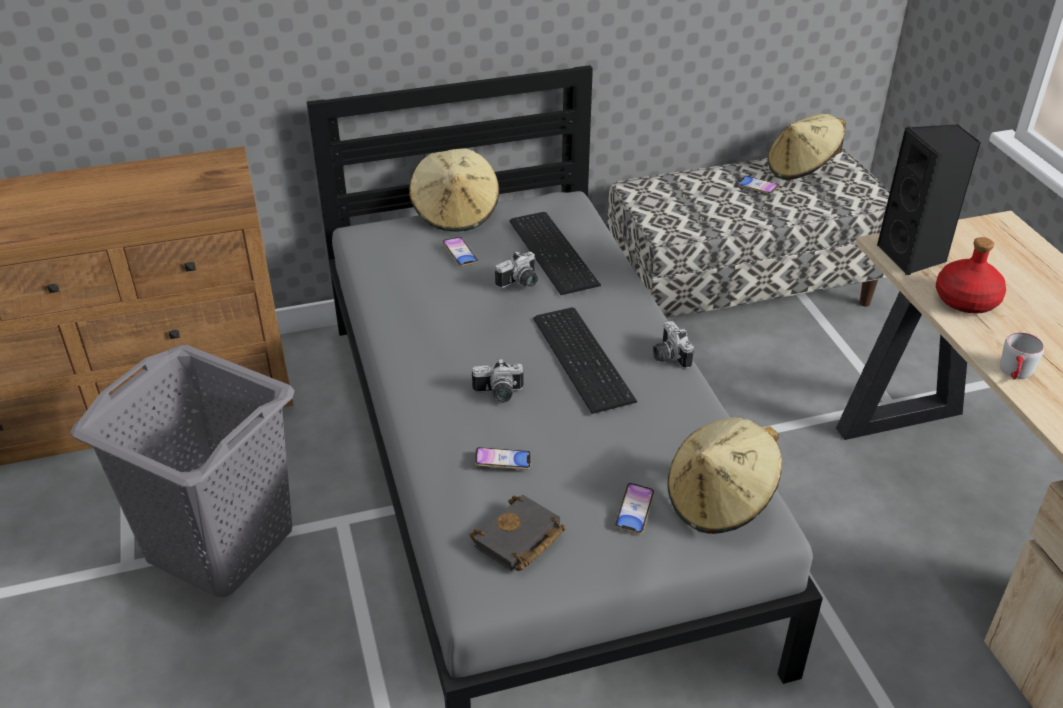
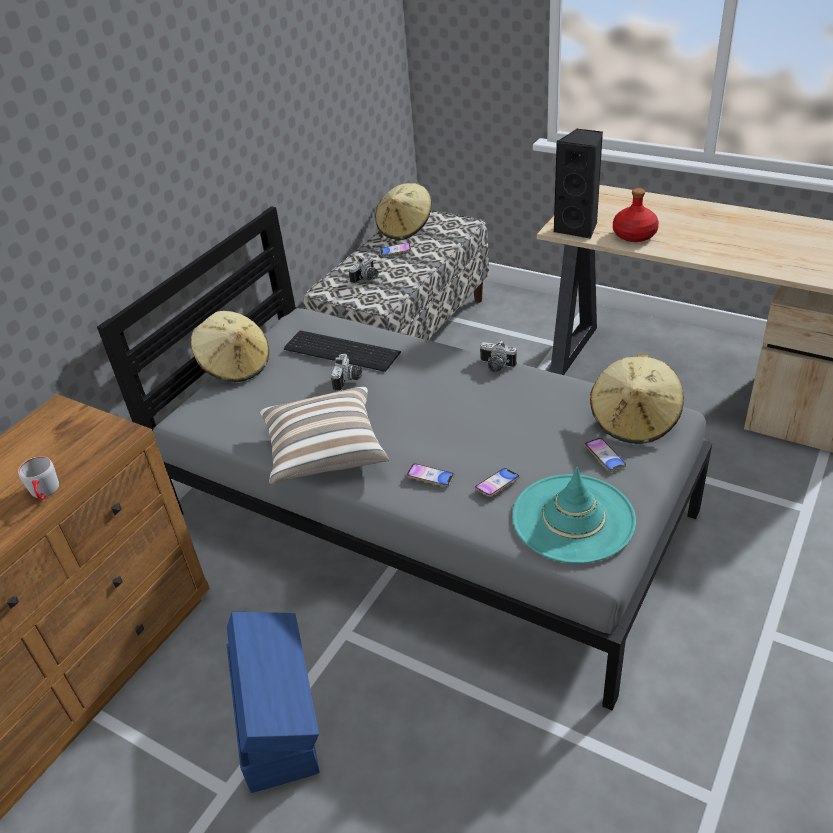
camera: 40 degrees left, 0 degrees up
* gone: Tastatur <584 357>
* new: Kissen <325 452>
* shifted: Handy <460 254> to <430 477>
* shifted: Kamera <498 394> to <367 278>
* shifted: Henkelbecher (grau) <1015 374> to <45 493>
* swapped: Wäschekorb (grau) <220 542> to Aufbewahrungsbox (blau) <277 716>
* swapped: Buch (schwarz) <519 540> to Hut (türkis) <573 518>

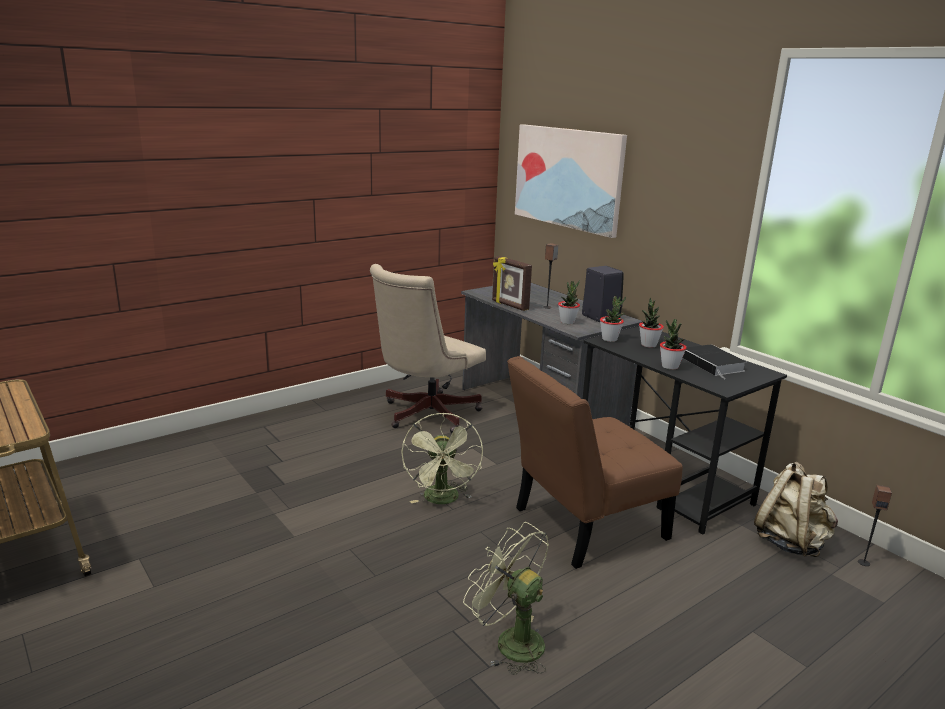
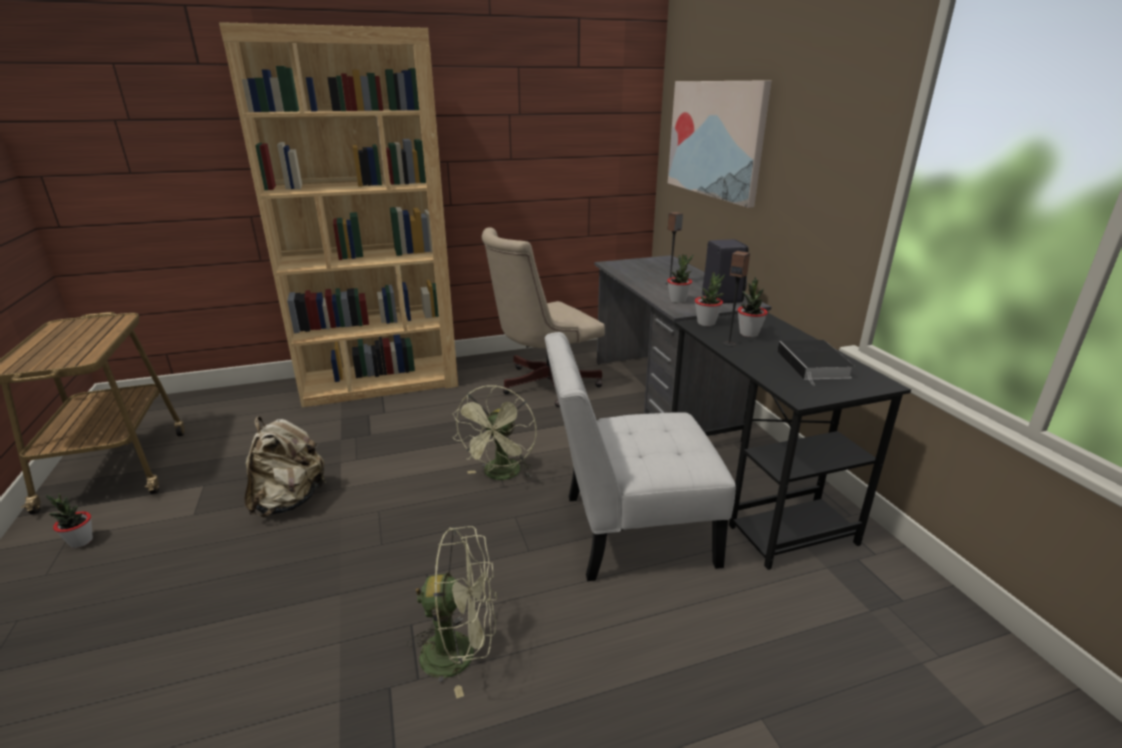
camera: 20 degrees right, 5 degrees up
* gone: Bilderrahmen <509 305>
* new: Bücherregal (braun) <381 383>
* shifted: Topfpflanze <670 366> to <81 541>
* shifted: Rucksack (beige) <790 542> to <289 501>
* shifted: Lautsprecher <863 562> to <729 344>
* repainted: Stuhl (braun) <582 526> to Stuhl (weiß) <628 531>
* rotated: Ventilator (grün) <510 641> = <460 653> 120 degrees clockwise

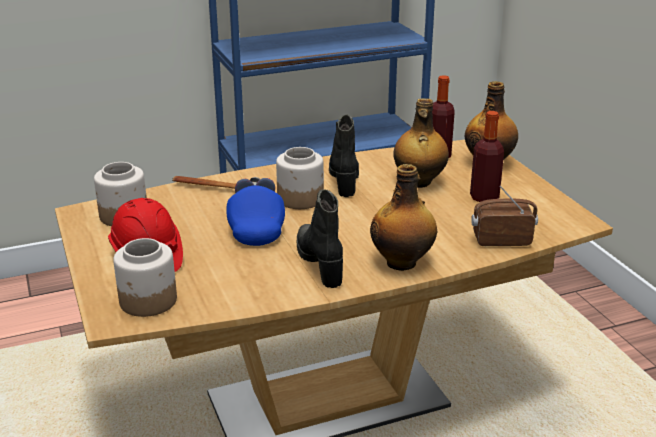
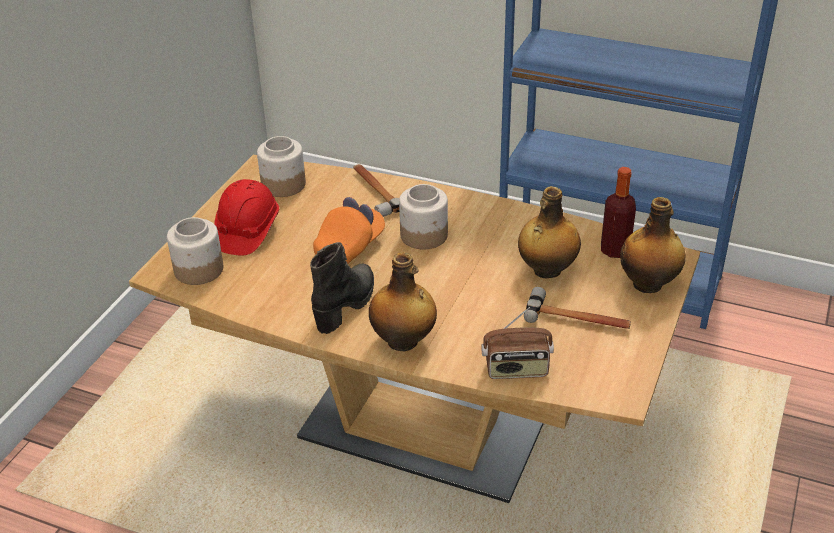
camera: 45 degrees right, 10 degrees up
* gone: Stiefel (schwarz) <344 179>
* swapped: Flasche <484 197> to Hammer <577 319>
* repainted: Kappe (blau) <256 228> to Kappe (orange) <350 247>
* rotated: Radio <501 240> = <516 370> 135 degrees clockwise

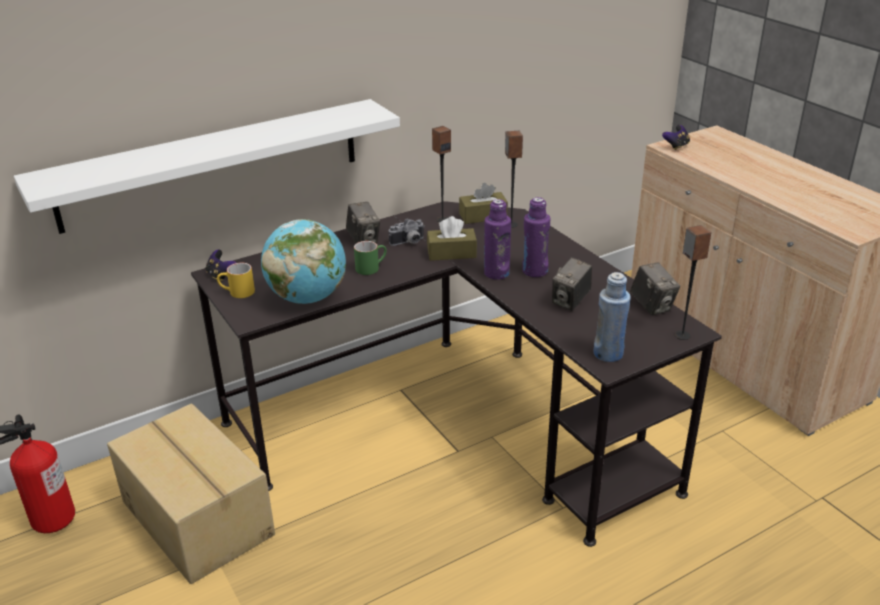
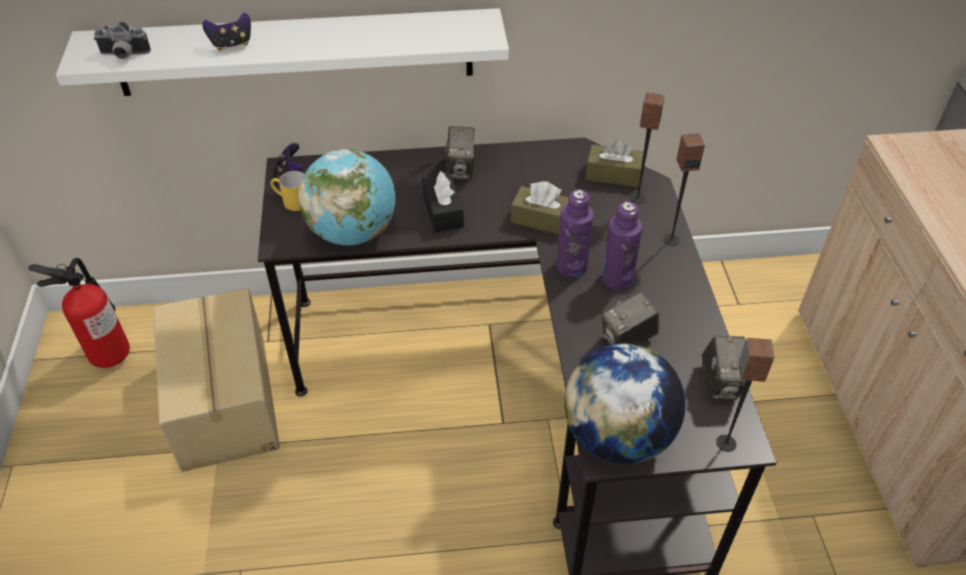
camera: 25 degrees right, 15 degrees up
* shifted: Kamera <408 243> to <123 55>
* shifted: Lautsprecher <442 219> to <671 239>
* shifted: Gamepad <676 146> to <232 44>
* swapped: Henkelbecher (grün) <371 267> to Taschentuchbox (schwarz) <443 211>
* swapped: Flasche (blau) <608 354> to Globus <617 436>

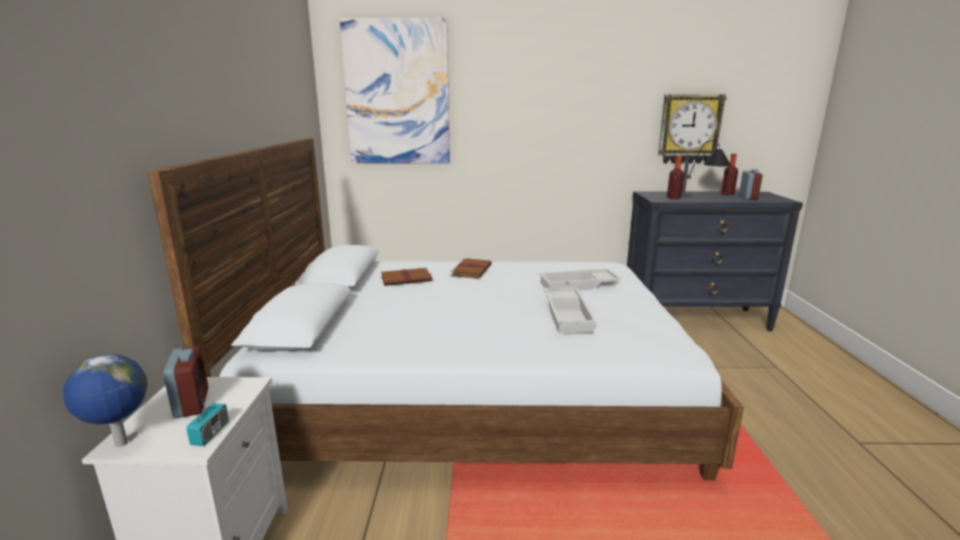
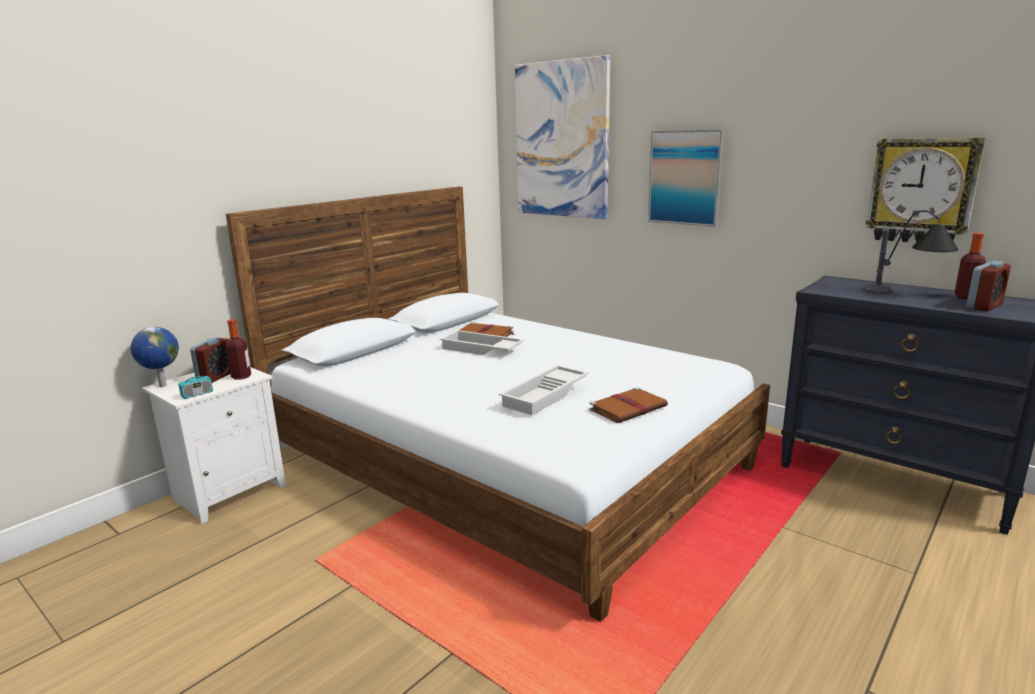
camera: 40 degrees right, 0 degrees up
* new: Bild <685 177>
* shifted: Buch (braun) <471 270> to <629 408>
* shifted: Tablett (weiß) <578 285> to <480 349>
* shifted: Flasche <673 198> to <241 376>

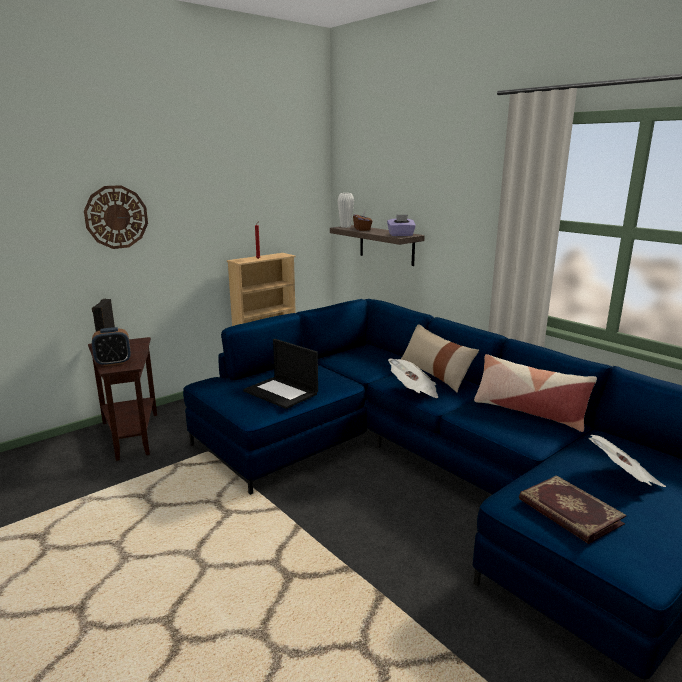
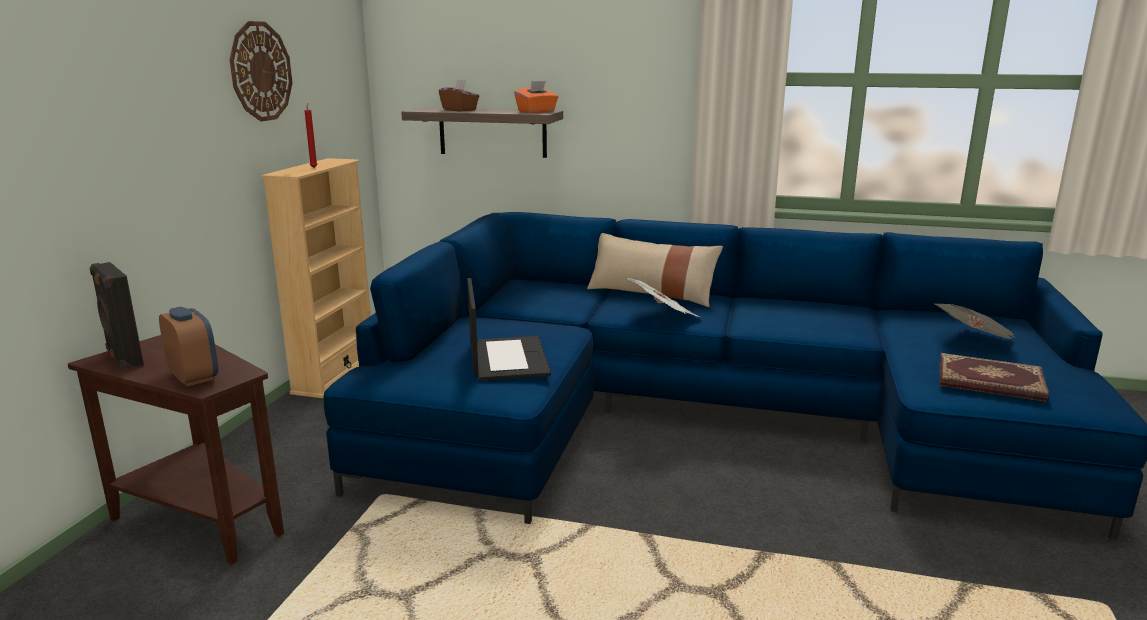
camera: 35 degrees left, 0 degrees up
* gone: Vase (weiß) <345 227>
* gone: Kissen <528 411>
* shifted: Wanduhr <116 217> to <260 71>
* repainted: Taschentuchbox (lila) <401 235> to Taschentuchbox (orange) <537 112>
* rotated: Wecker <113 363> = <194 377> 75 degrees counterclockwise
* rotated: Laptop <282 392> = <507 358> 105 degrees counterclockwise

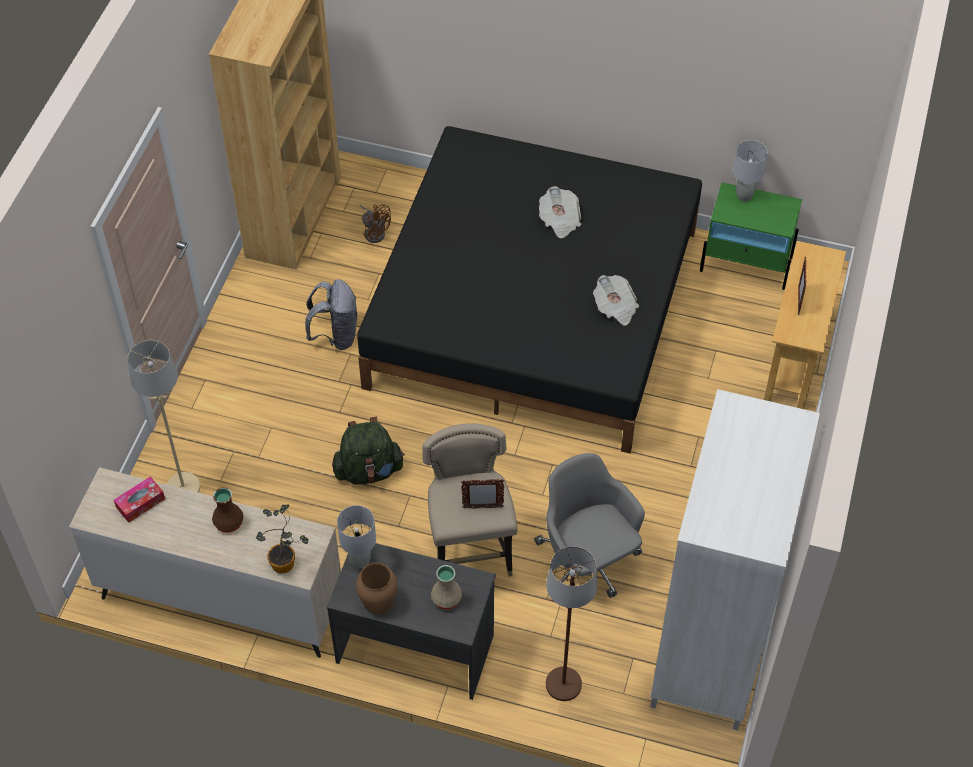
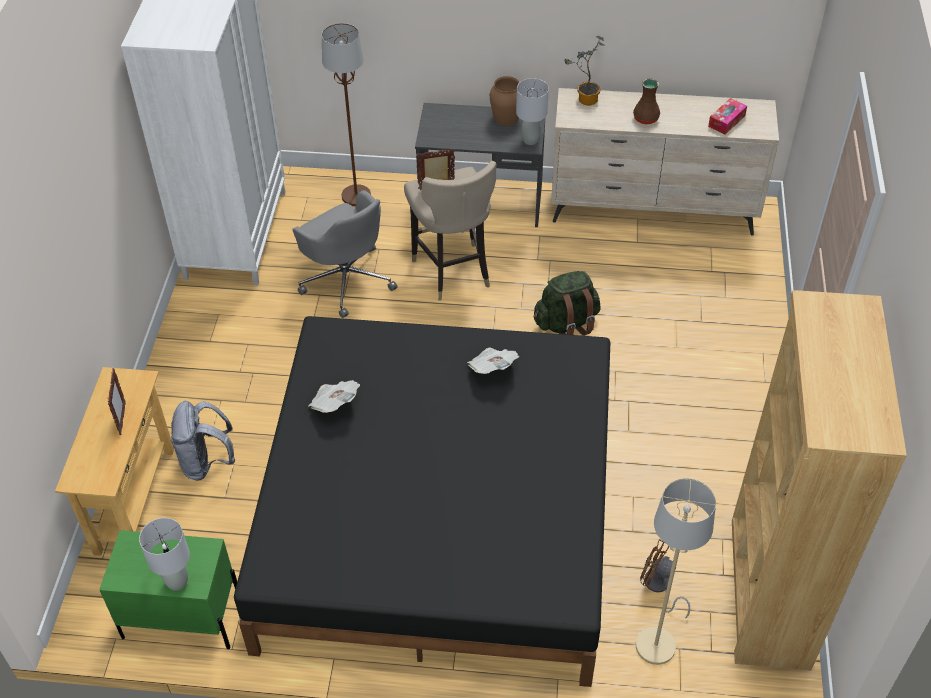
camera: 170 degrees right, 5 degrees down
* gone: Vase (beige) <446 599>
* shifted: Stehlampe (beige) <183 487> to <655 647>
* shifted: Rucksack (grau) <336 335> to <206 463>
* shifted: Zeitung <559 220> to <492 368>

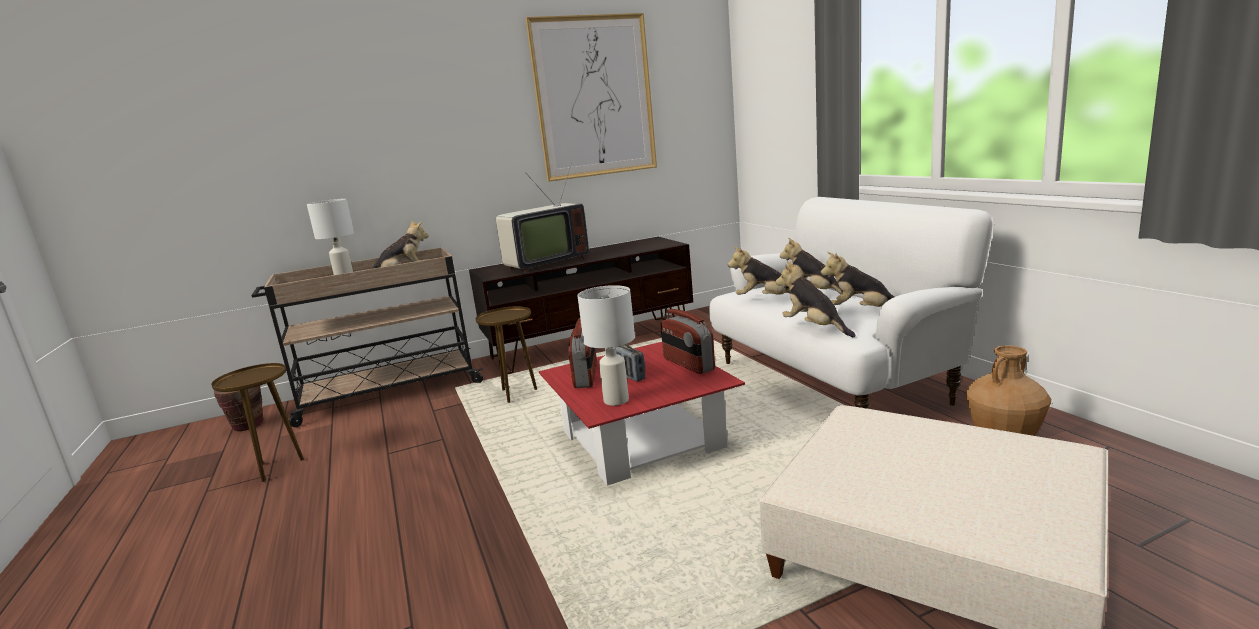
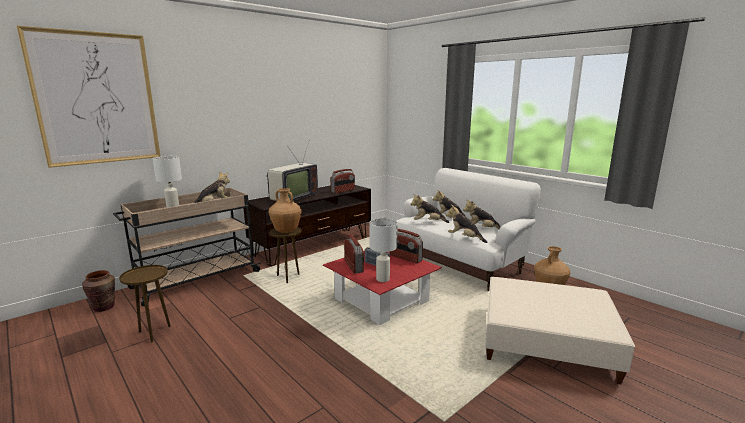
camera: 20 degrees left, 0 degrees up
* new: Vase (braun) <286 231>
* new: Radio <343 191>
* shifted: Bild <594 97> to <96 99>

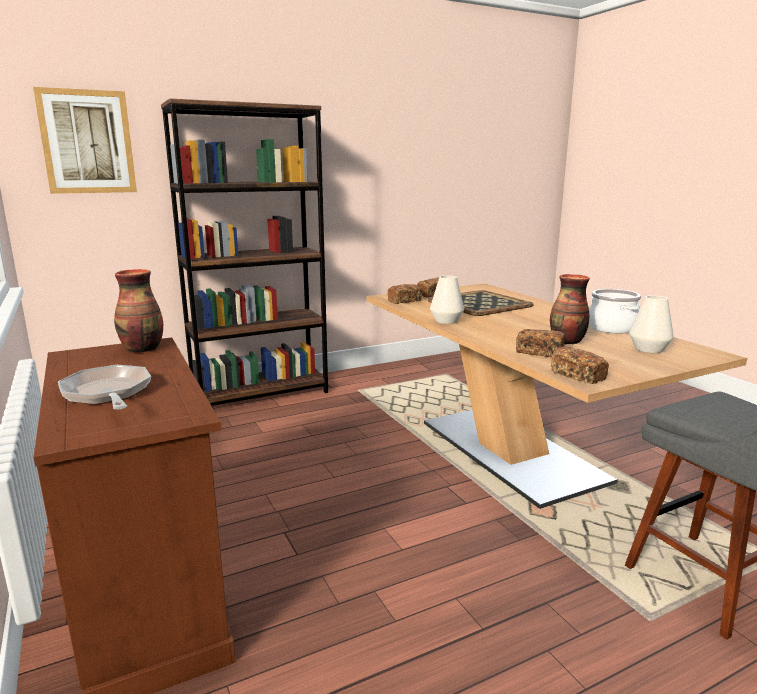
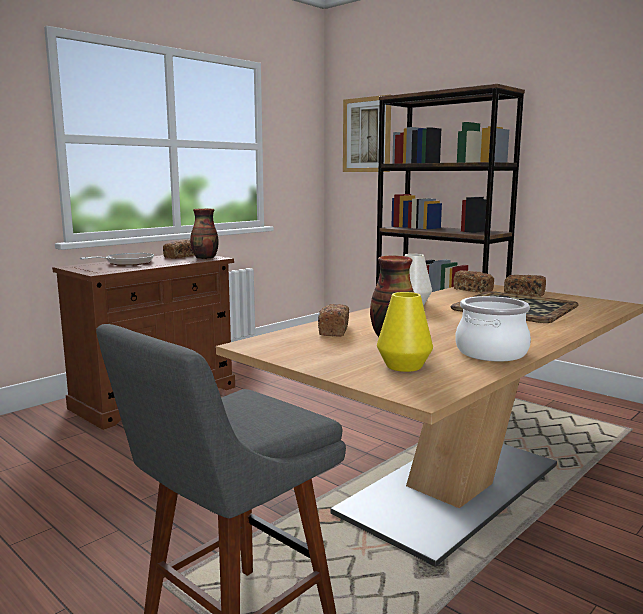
camera: 70 degrees right, 5 degrees down
* shifted: Brot <578 376> to <179 256>
* repainted: Vase (weiß) <649 349> to Vase (gelb) <404 366>

